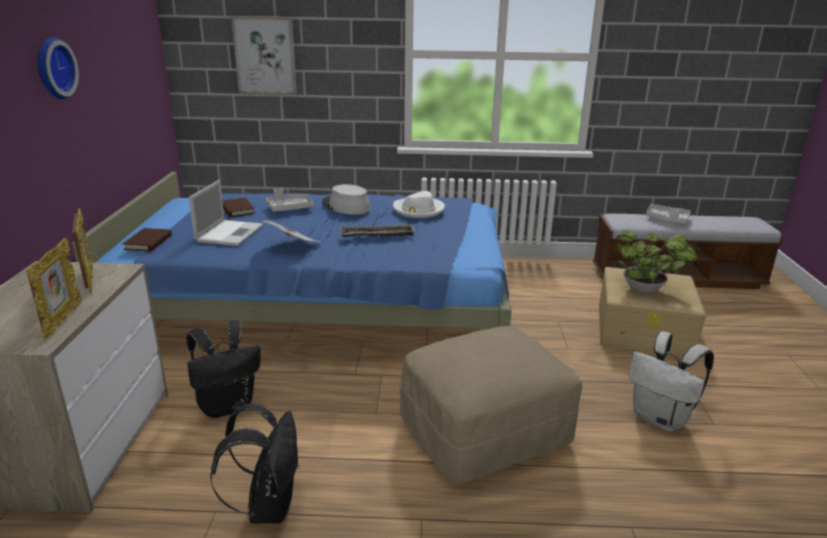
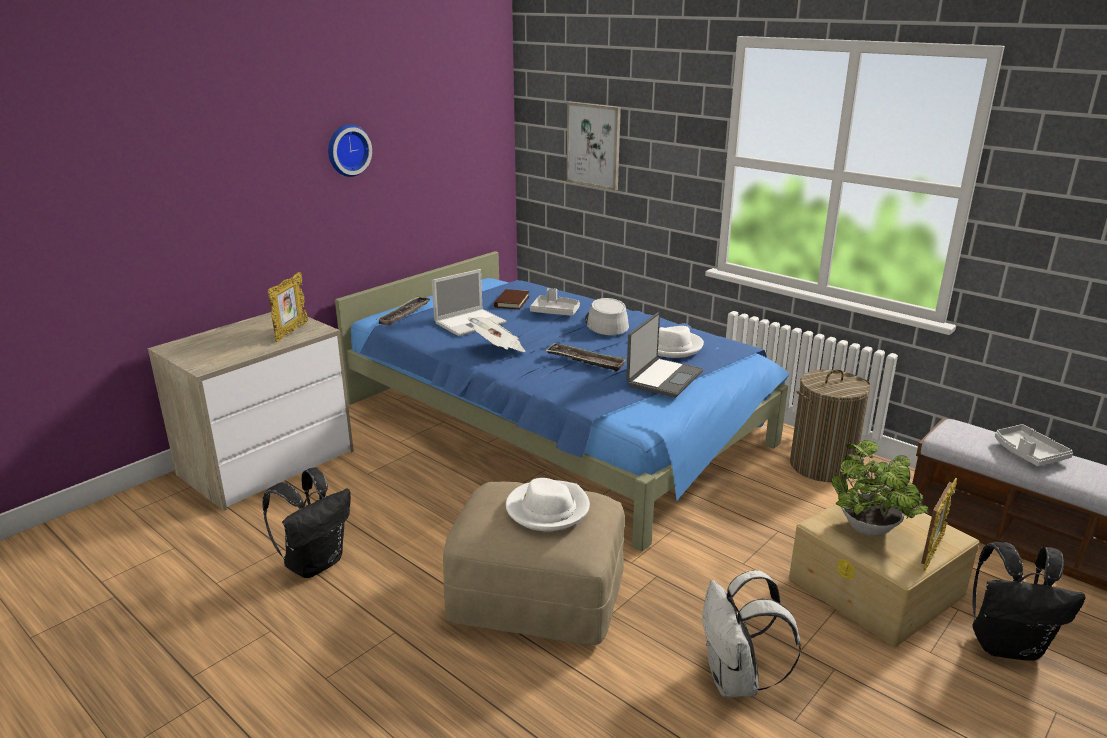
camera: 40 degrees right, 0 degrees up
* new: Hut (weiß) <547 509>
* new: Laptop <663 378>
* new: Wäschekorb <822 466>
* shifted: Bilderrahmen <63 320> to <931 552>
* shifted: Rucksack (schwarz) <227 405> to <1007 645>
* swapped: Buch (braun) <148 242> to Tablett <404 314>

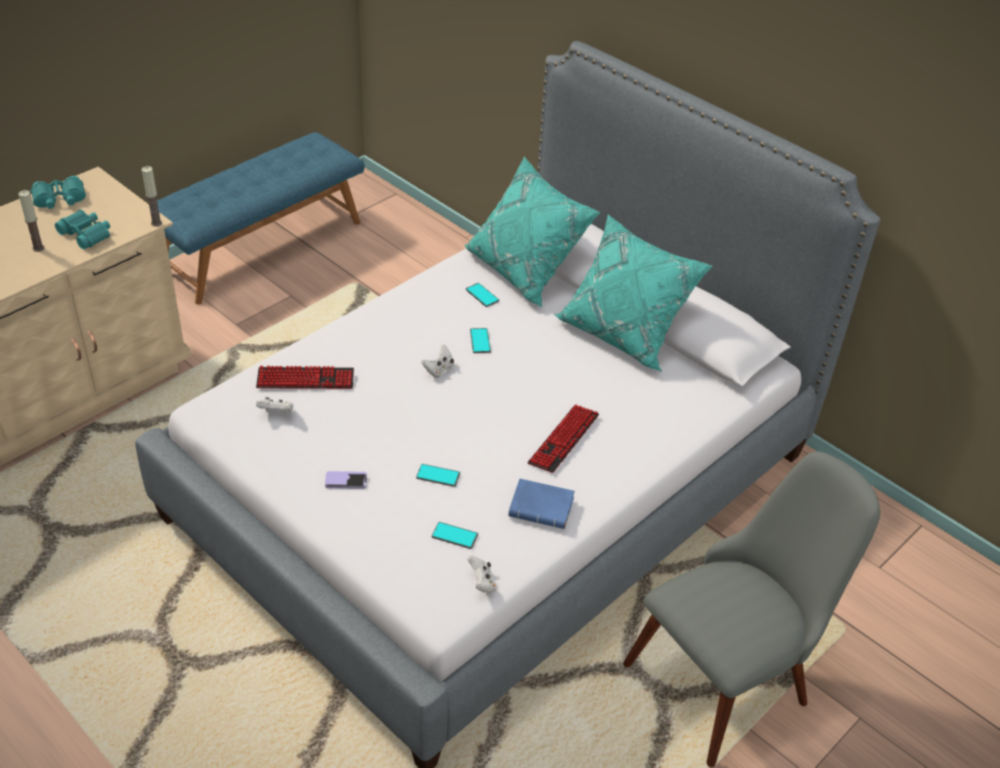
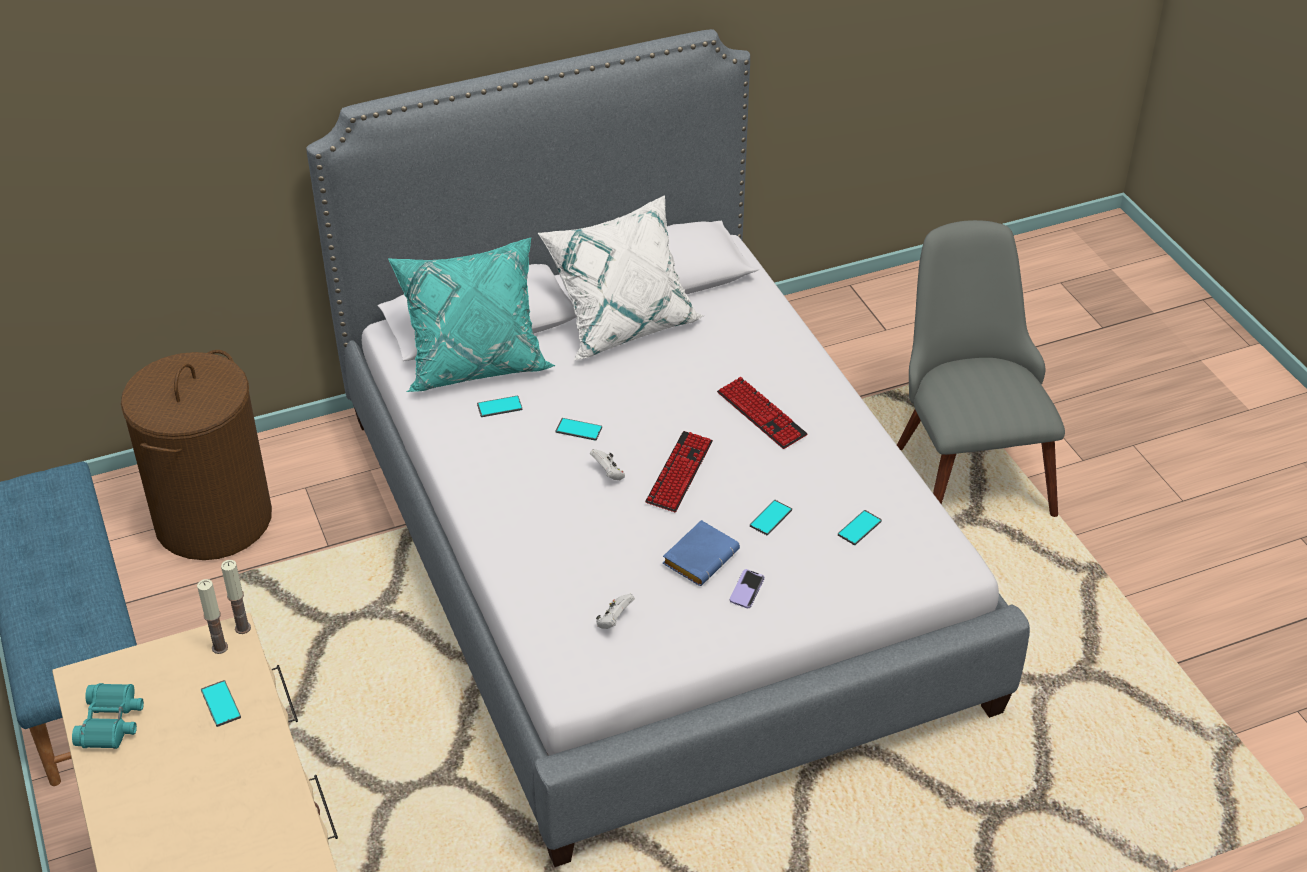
camera: 65 degrees left, 0 degrees up
* gone: Gamepad (weiß) <482 583>
* new: Wäschekorb (braun) <214 520>
* shifted: Kerze <38 248> to <220 647>
* shifted: Tastatur <305 379> to <679 473>
* shifted: Buch (blau) <543 507> to <700 556>
* swapped: Fernglas (türkis) <86 234> to Handy <220 704>
* repainted: Kissen (türkis) <624 332> to Kissen (weiß) <623 323>

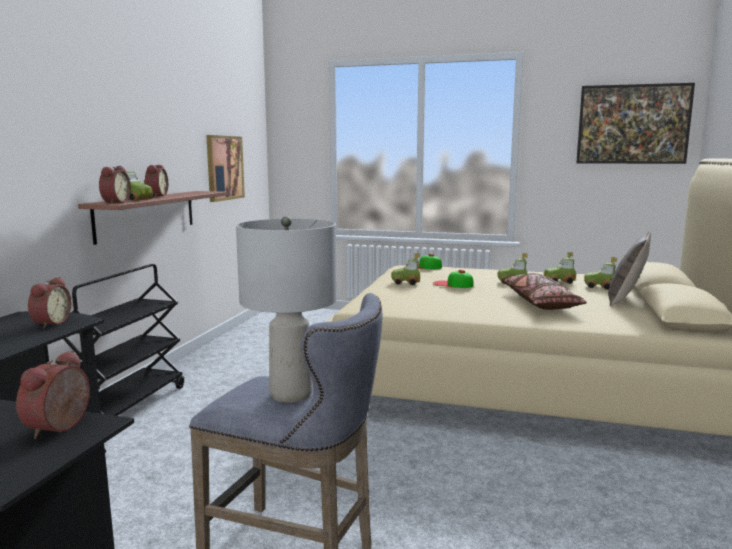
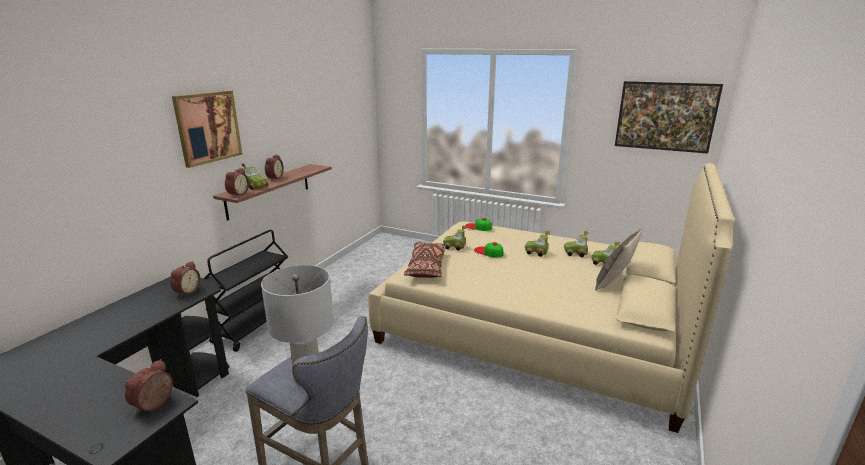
camera: 10 degrees right, 10 degrees up
* shifted: Bild <224 168> to <208 127>
* shifted: Kissen (braun) <539 302> to <427 267>

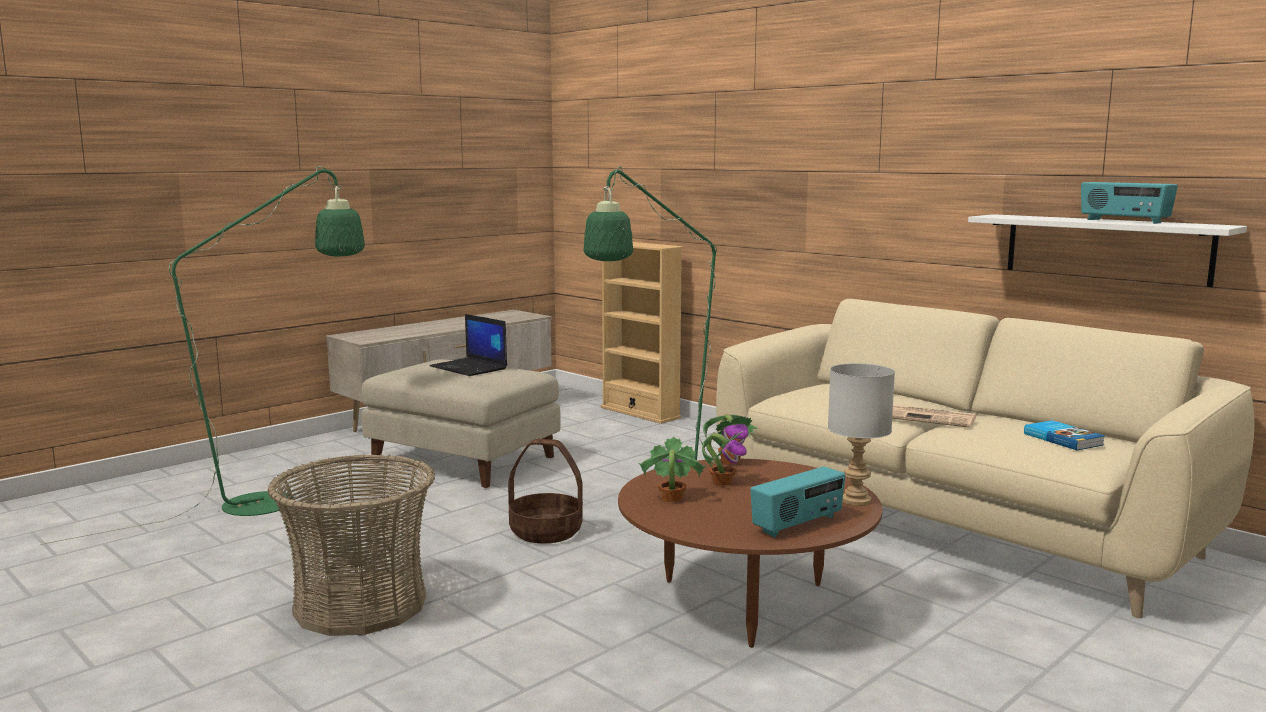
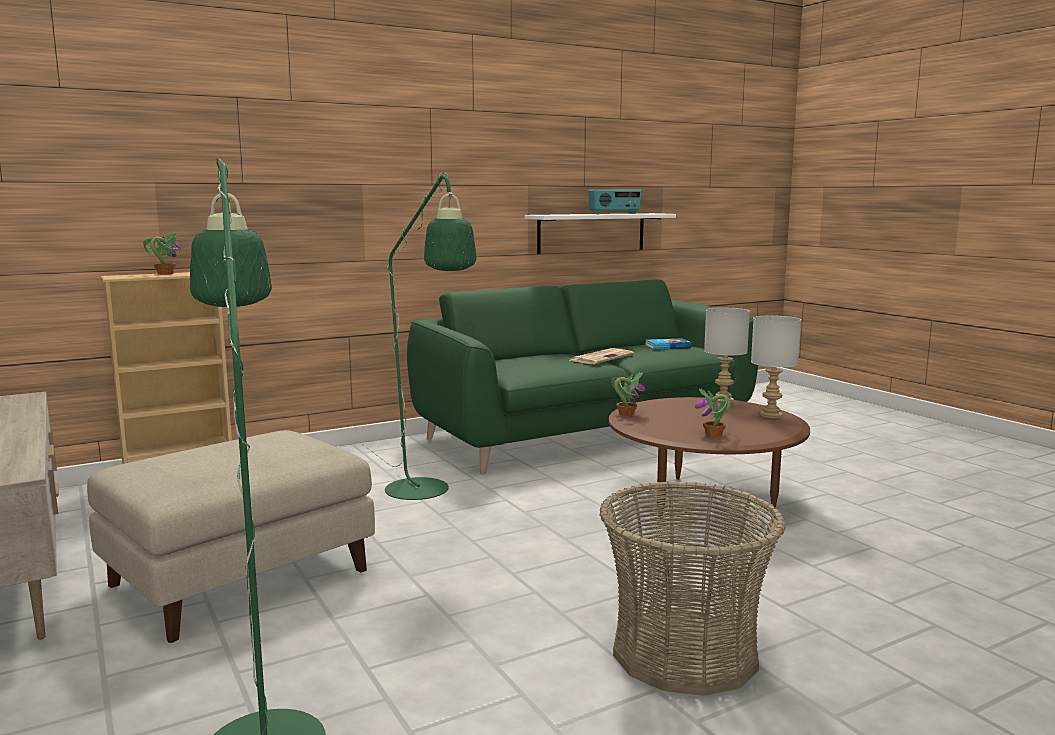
camera: 75 degrees left, 0 degrees up
* gone: Laptop <470 368>
* gone: Korb <546 532>
* shifted: Topfpflanze <722 482> to <165 274>
* swapped: Radio <798 524> to Tischlampe (grau) <770 415>
* repainted: Sofa (beige) <952 523> to Sofa (grün) <585 433>

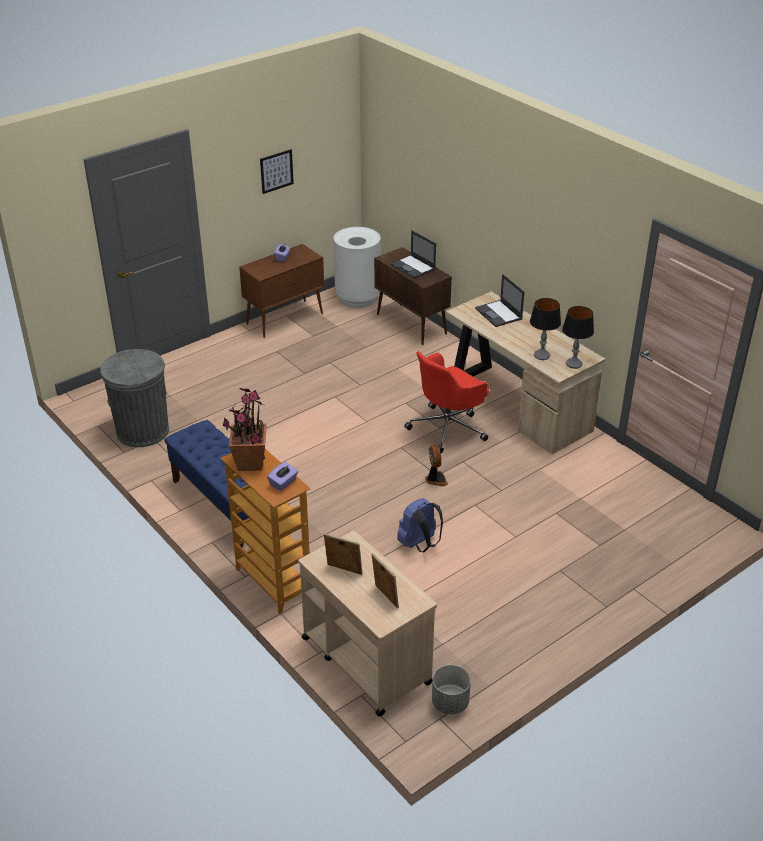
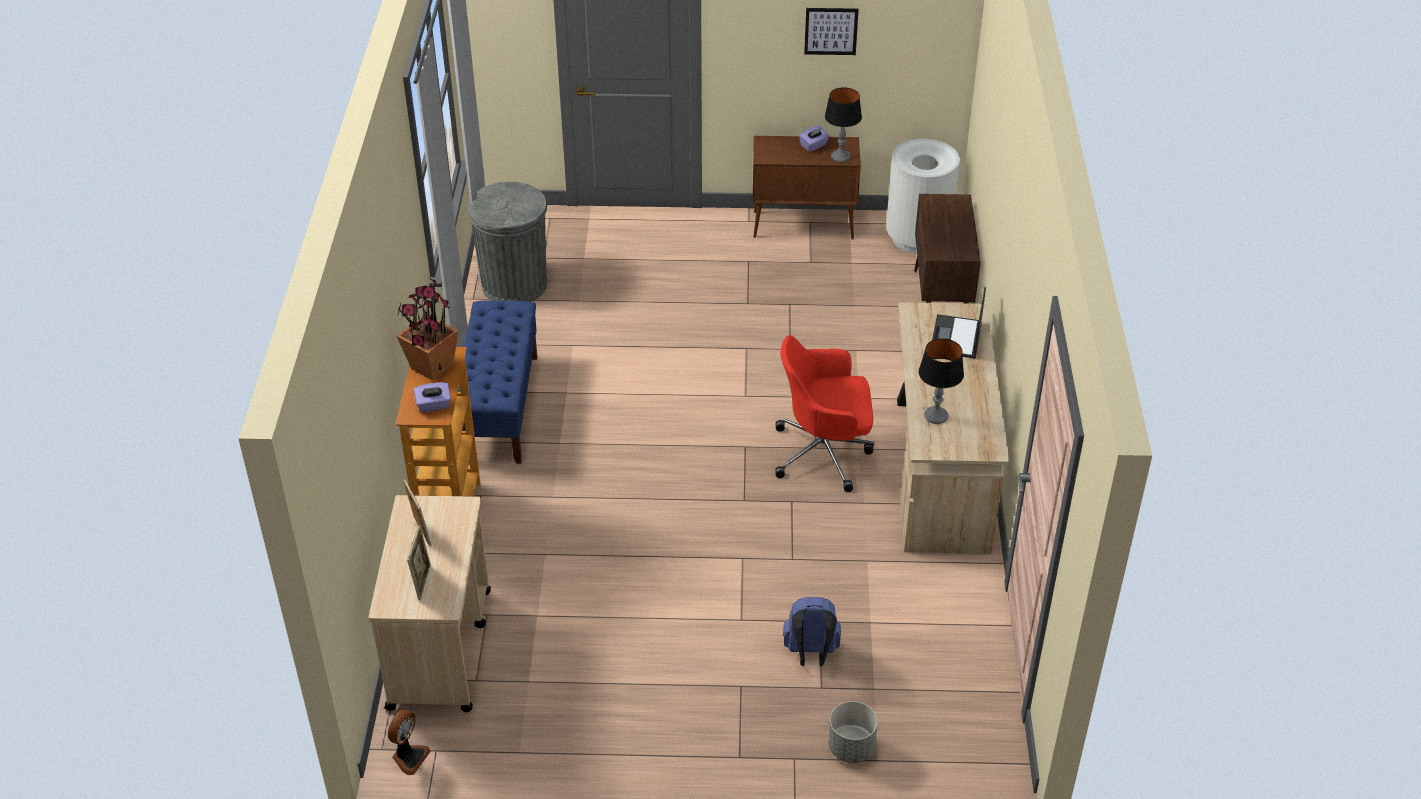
camera: 40 degrees right, 5 degrees up
* gone: Laptop <413 267>
* shifted: Rucksack (blau) <420 544> to <811 654>
* shifted: Ventilator <435 479> to <409 757>
* shifted: Pflanzkübel (grau) <450 703> to <851 748>
* shifted: Tischlampe <573 364> to <840 157>

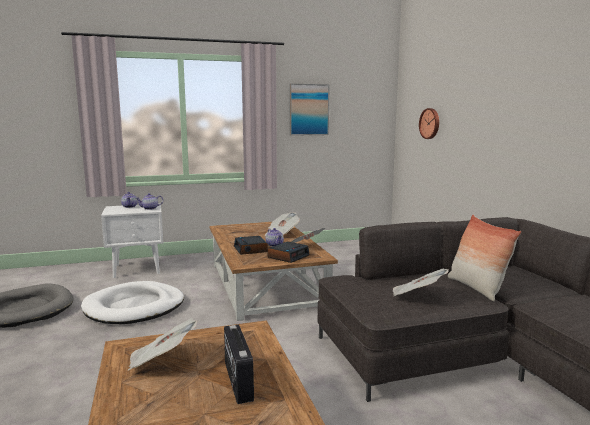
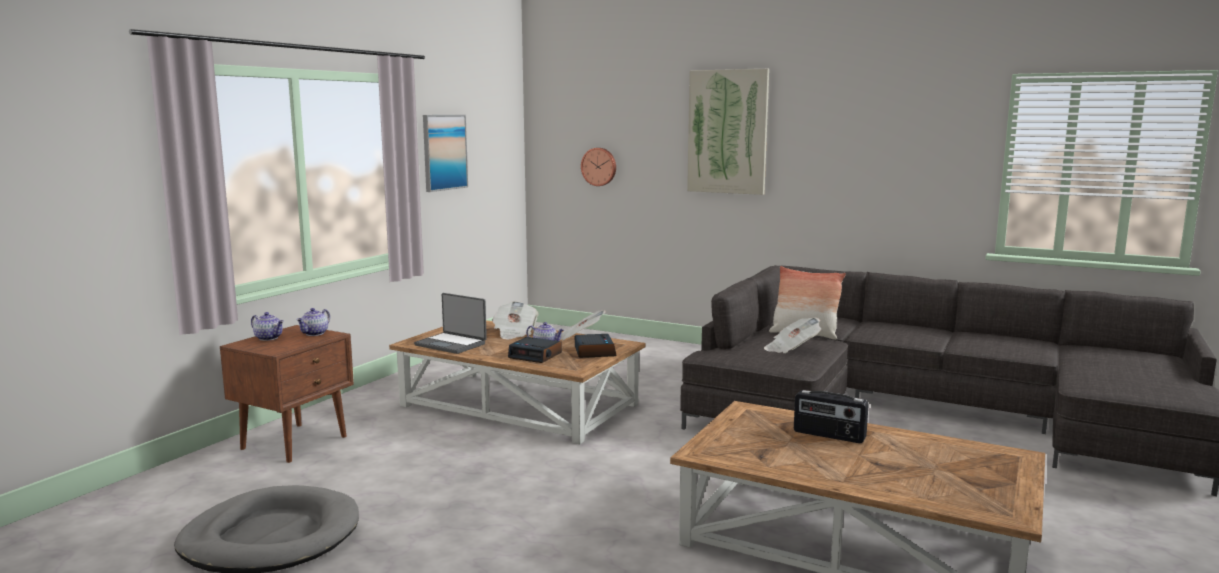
camera: 45 degrees left, 0 degrees up
* gone: Hundebett (weiß) <134 307>
* gone: Zeitung <161 361>
* new: Laptop <451 344>
* new: Bild <727 132>
* repainted: Nachttisch (weiß) <138 269> to Nachttisch (braun) <296 442>

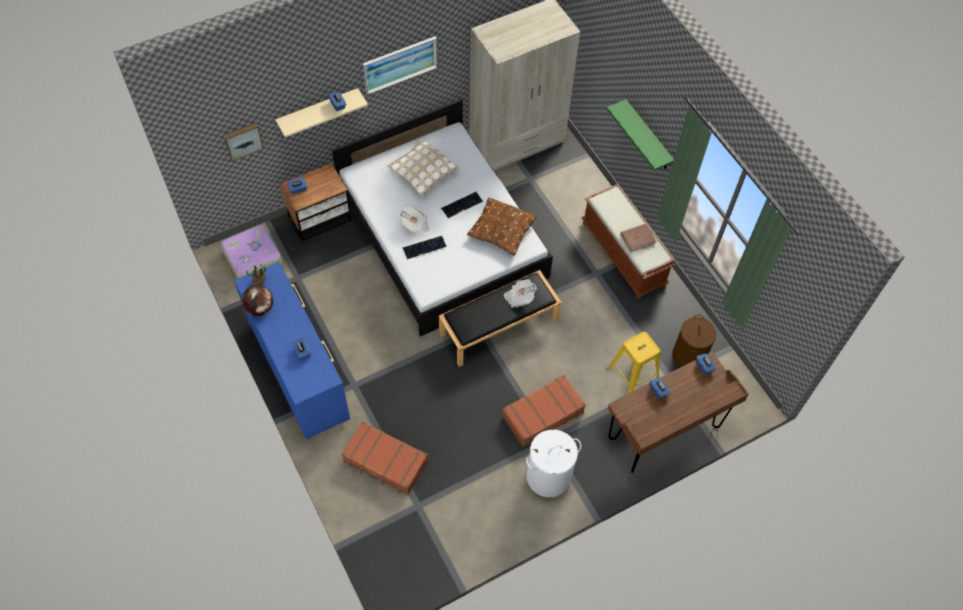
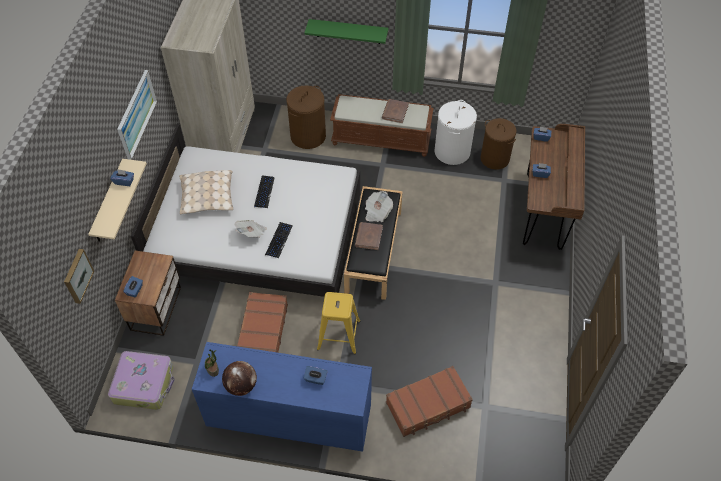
camera: 50 degrees left, 5 degrees down
* gone: Kissen (braun) <501 231>
* new: Wäschekorb (braun) <308 136>
* new: Buch (braun) <368 237>
* shifted: Koffer (braun) <542 414> to <262 333>
* shifted: Wäschekorb (weiß) <548 476> to <452 152>
* shifted: Hocker (gelb) <633 374> to <338 334>

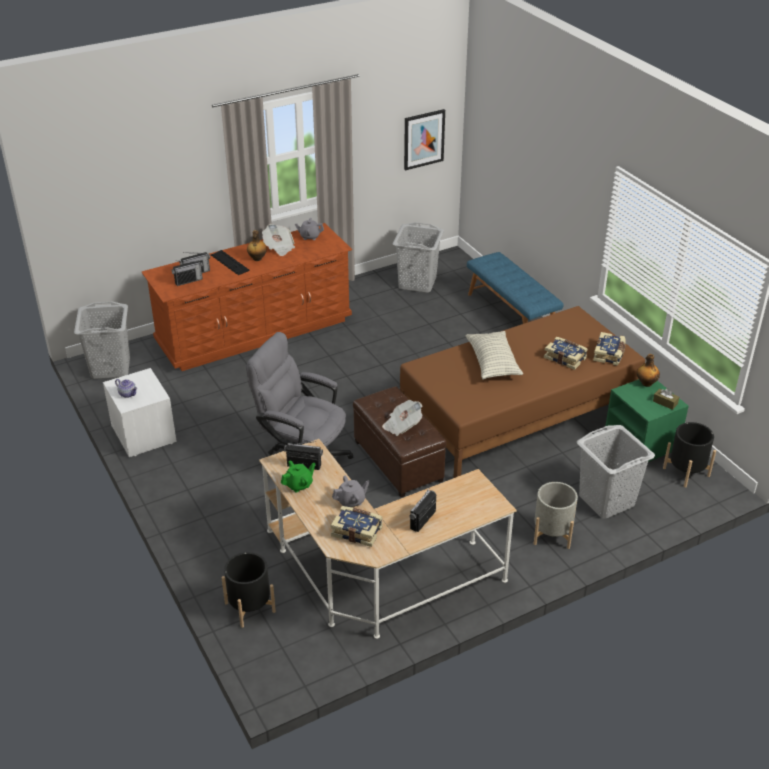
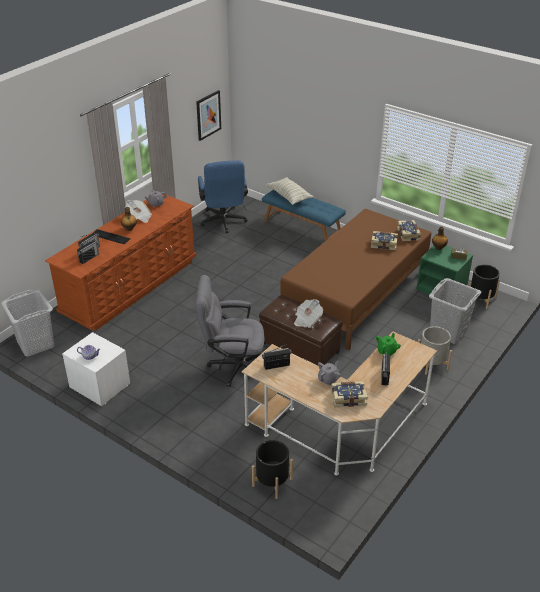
camera: 25 degrees left, 0 degrees up
* shifted: Teekanne (grün) <299 485> to <387 351>
* shifted: Kissen <493 363> to <289 196>
* swapped: Wäschekorb (grau) <417 283> to Bürostuhl (blau) <223 222>

